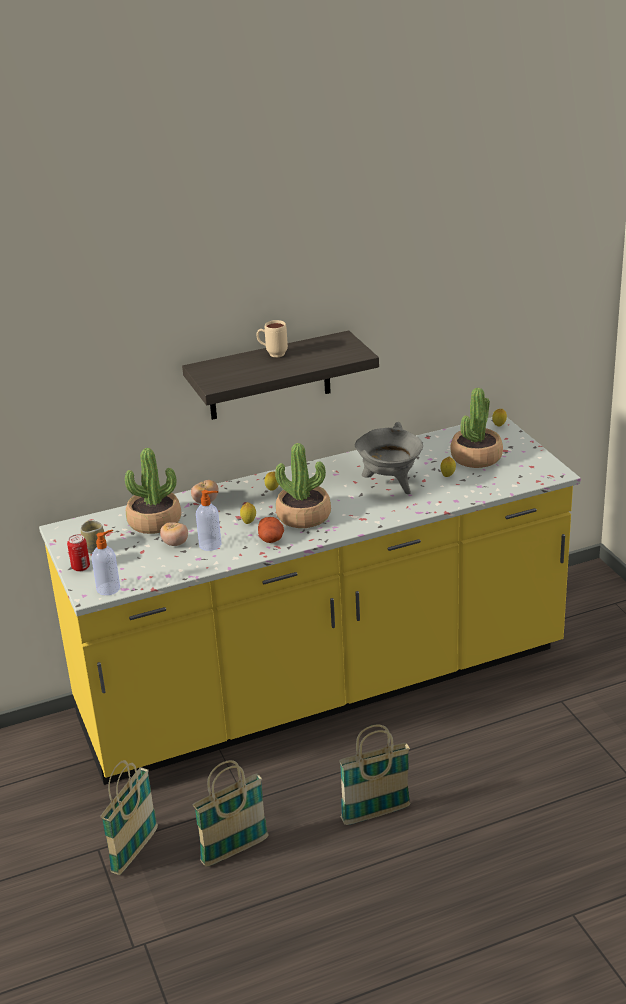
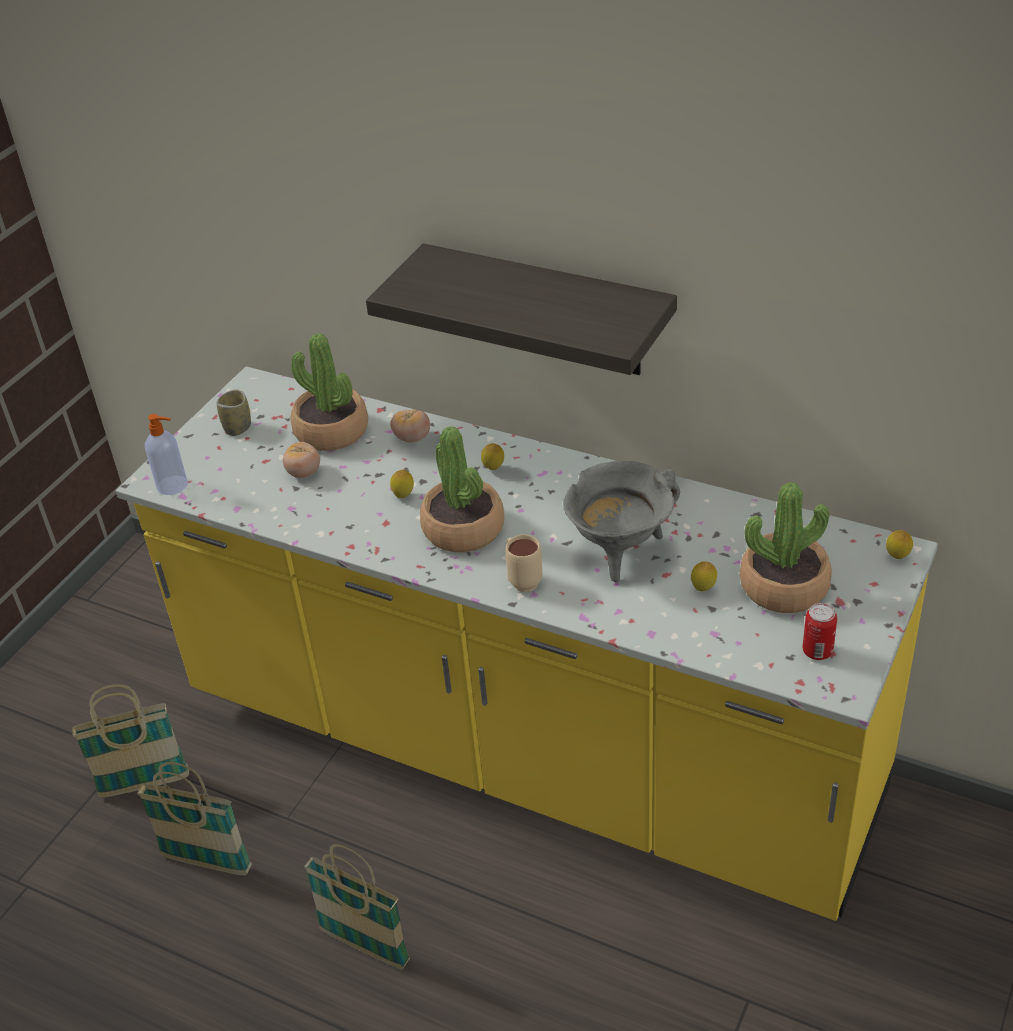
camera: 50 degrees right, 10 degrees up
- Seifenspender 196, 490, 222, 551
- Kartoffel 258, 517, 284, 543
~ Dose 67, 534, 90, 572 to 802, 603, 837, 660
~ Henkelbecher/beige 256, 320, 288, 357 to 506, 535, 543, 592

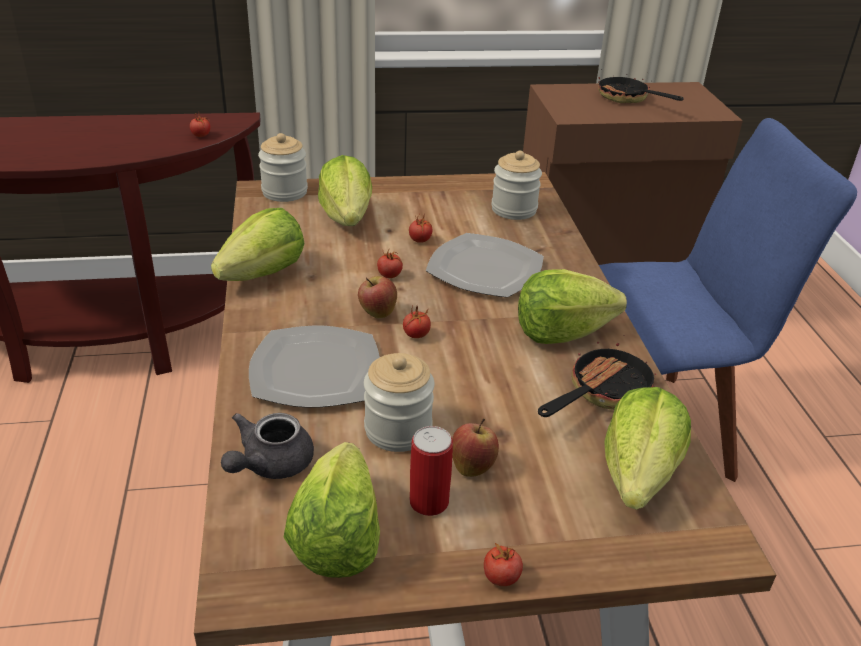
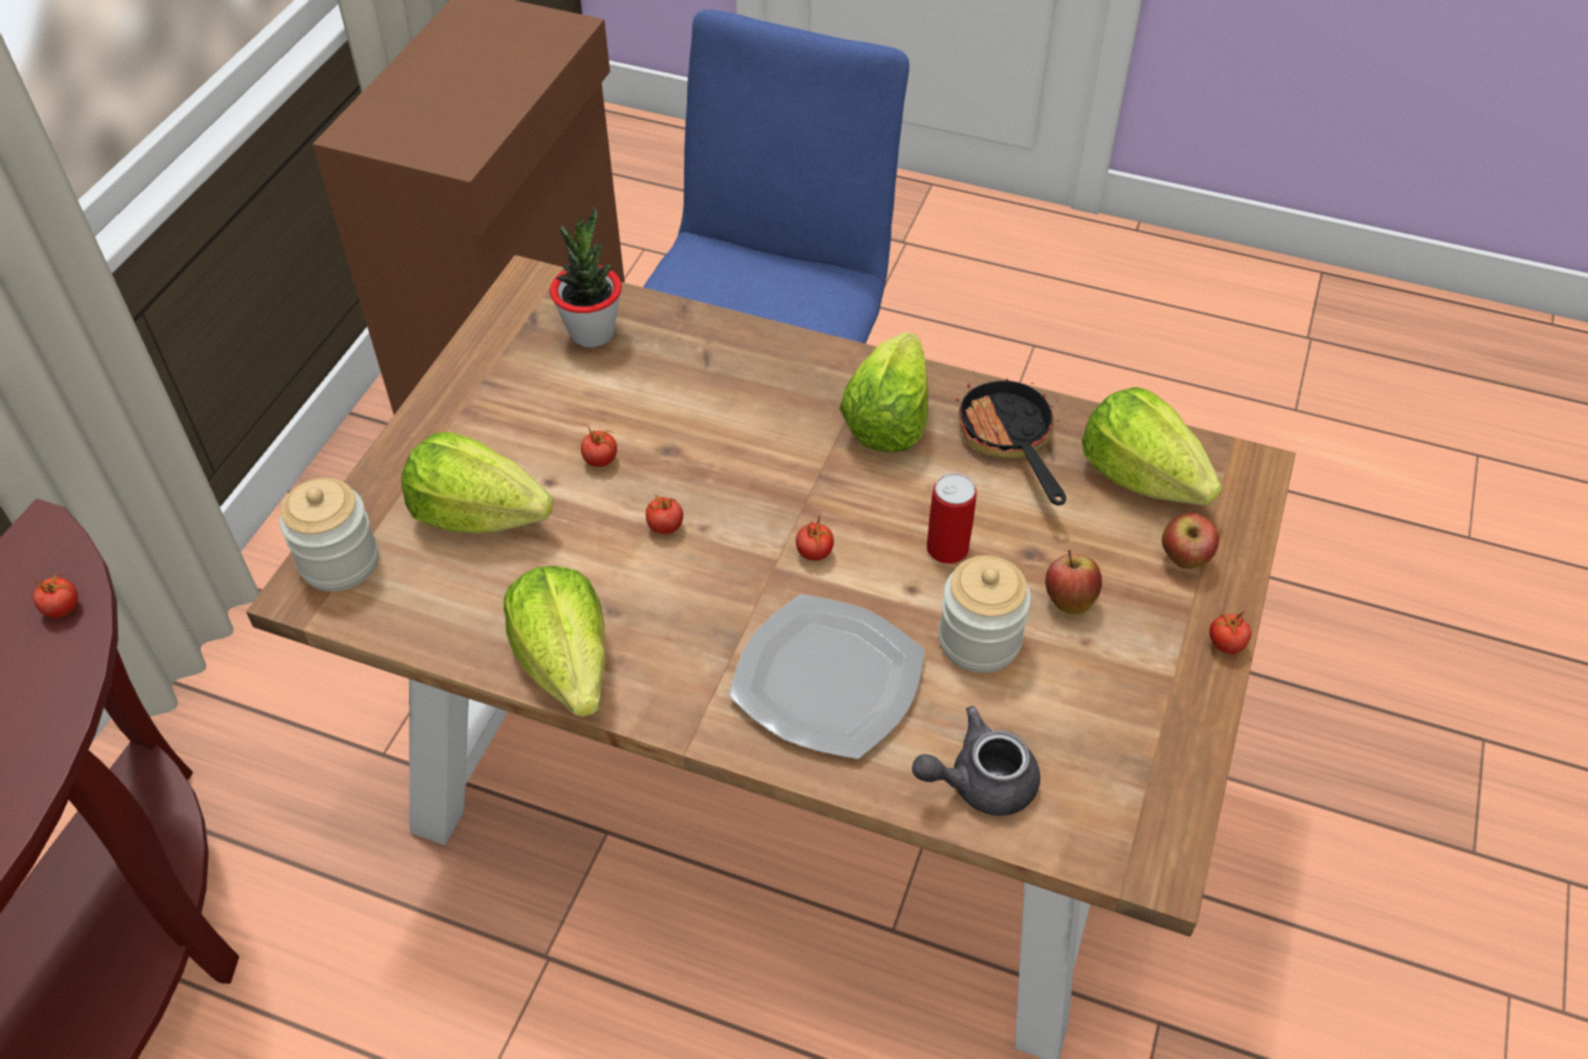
camera: 60 degrees left, 15 degrees up
- Salatkopf 283, 442, 380, 578
- Teller 426, 233, 544, 298
- Pfanne 598, 74, 684, 103
~ Apfel 358, 276, 397, 318 to 1162, 512, 1219, 569
~ Dose 410, 426, 453, 516 to 927, 473, 977, 564
~ Vorratsglas 491, 151, 542, 220 to Topfpflanze 550, 206, 622, 347
~ Teekanne/grau 221, 413, 314, 479 = 912, 706, 1040, 816 105 degrees clockwise

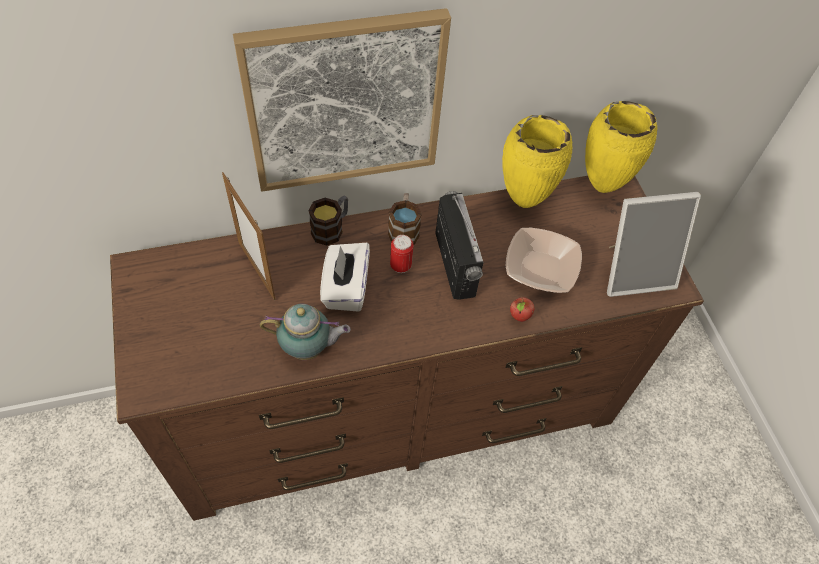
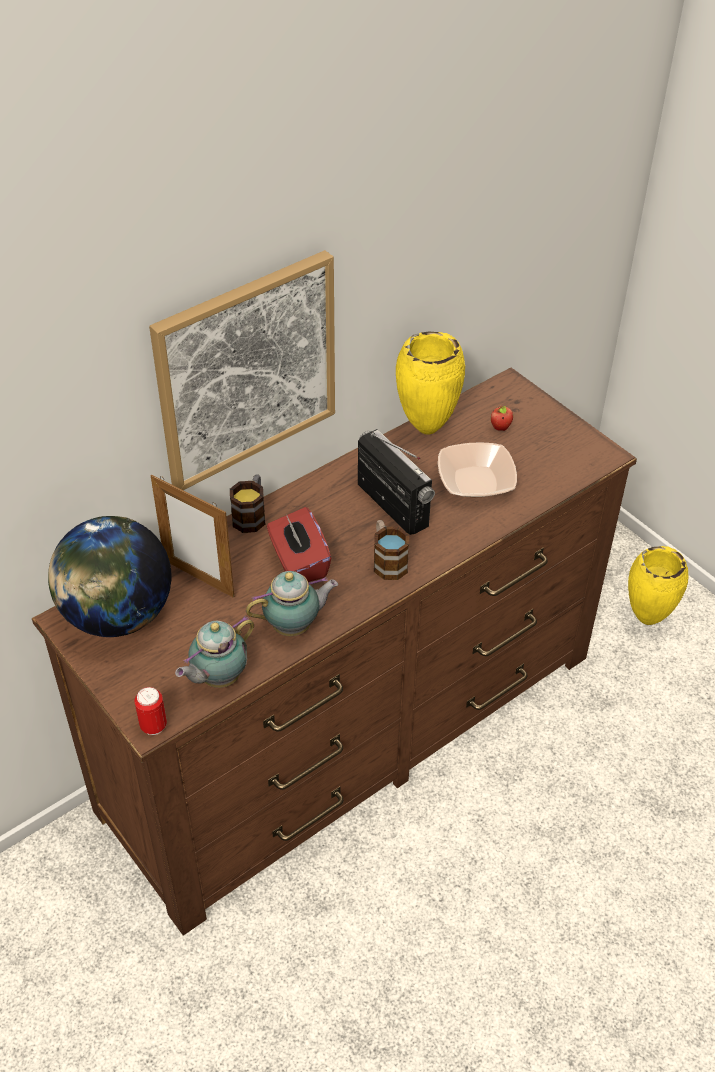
camera: 20 degrees left, 10 degrees down
- Bilderrahmen 607, 192, 701, 297
+ Globus 48, 516, 171, 637
+ Teekanne 175, 616, 254, 688
~ Henkelbecher 388, 193, 422, 245 to 374, 520, 409, 580
~ Dose 390, 235, 414, 273 to 135, 687, 167, 735
~ Apfel 510, 297, 534, 322 to 491, 406, 513, 431
~ Vase/gelb 585, 101, 657, 193 to 628, 546, 689, 625
~ Taschentuchbox/weiß 320, 243, 370, 312 to Taschentuchbox/rot 267, 507, 331, 582

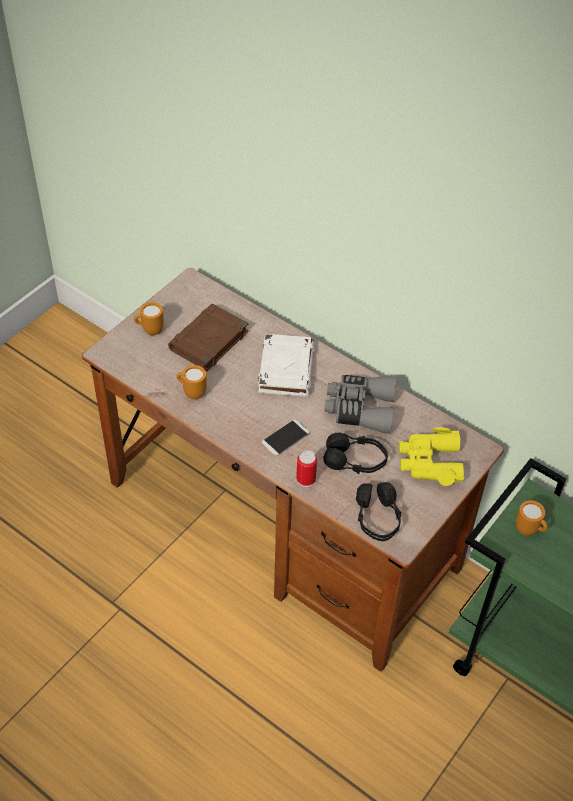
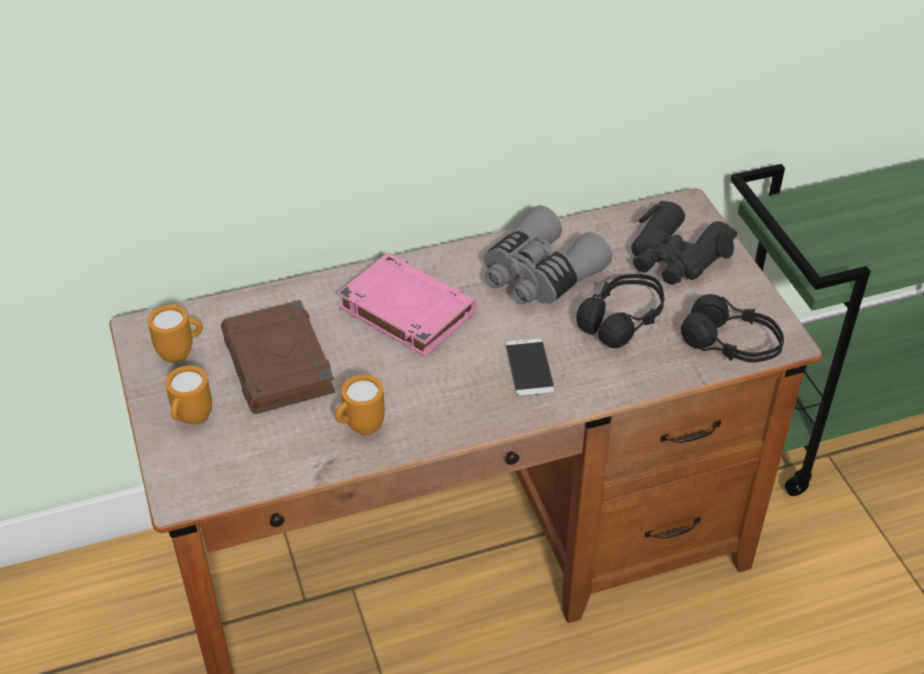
camera: 55 degrees left, 5 degrees down
- Dose 296, 450, 317, 487
~ Henkelbecher/orange 516, 500, 548, 536 to 148, 305, 203, 363
~ Buch/weiß 258, 334, 314, 397 to Buch/rosa 337, 253, 477, 357
~ Fernglas/gelb 399, 427, 464, 486 to Fernglas/schwarz 631, 201, 737, 285

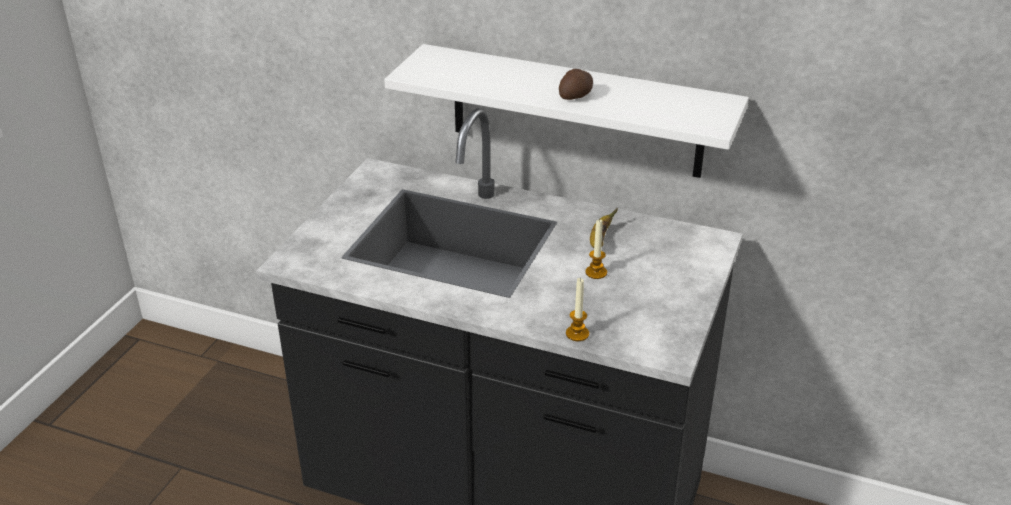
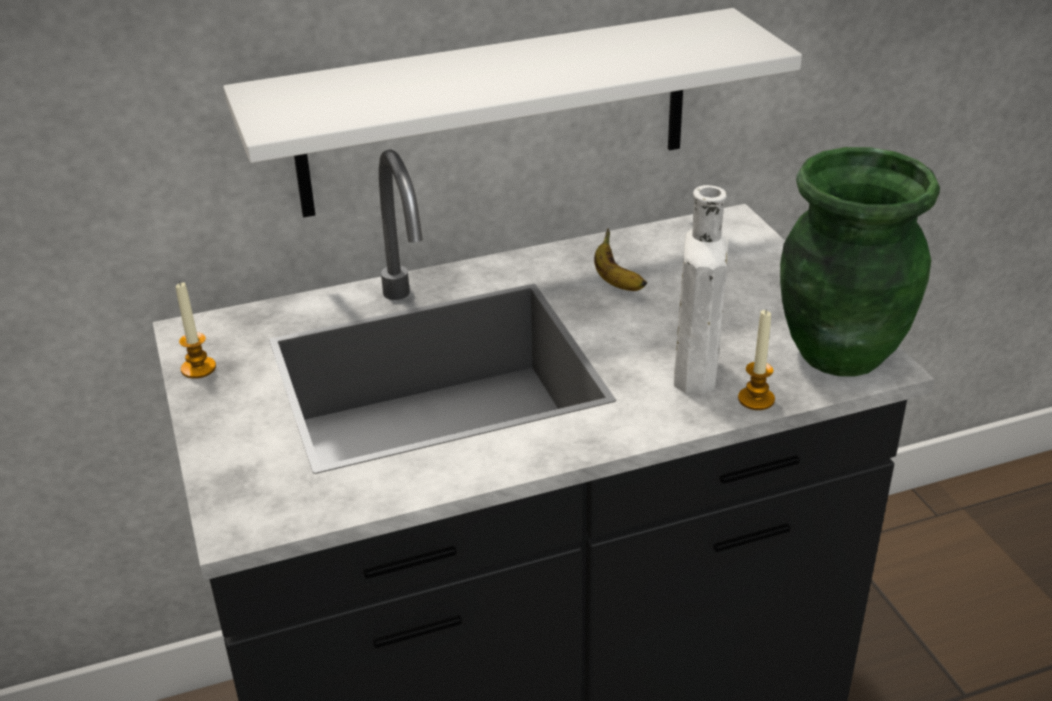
camera: 40 degrees left, 0 degrees up
- Kartoffel 559, 69, 593, 100
+ Flasche/weiß 674, 185, 727, 395
+ Vase/grün 780, 147, 940, 377
~ Kerze 585, 219, 607, 279 to 176, 282, 216, 379

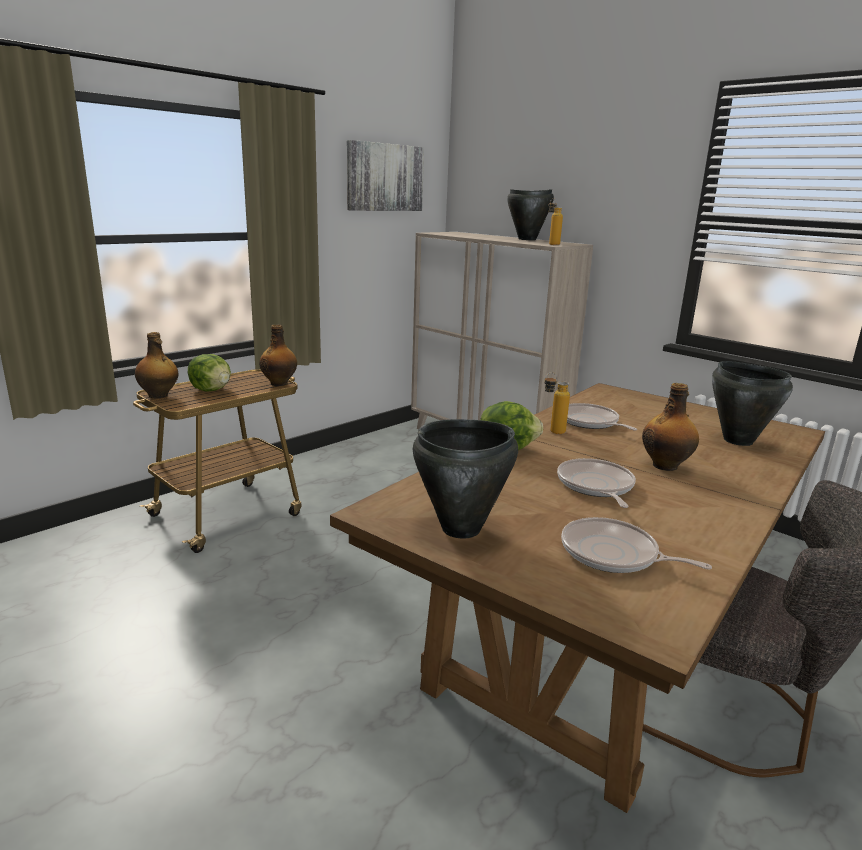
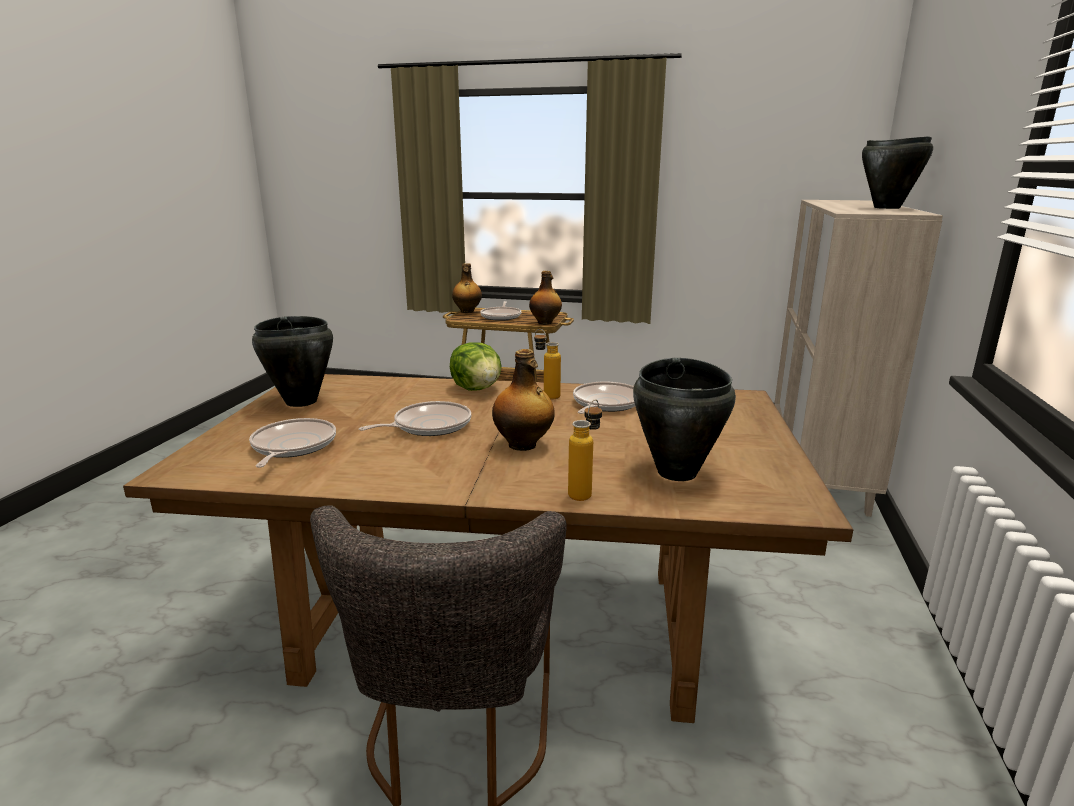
camera: 60 degrees right, 0 degrees up
- Bild 347, 140, 424, 211
~ Flasche 549, 198, 563, 245 to 568, 399, 602, 501
~ Salatkopf 188, 354, 231, 392 to Pfanne 480, 301, 521, 321

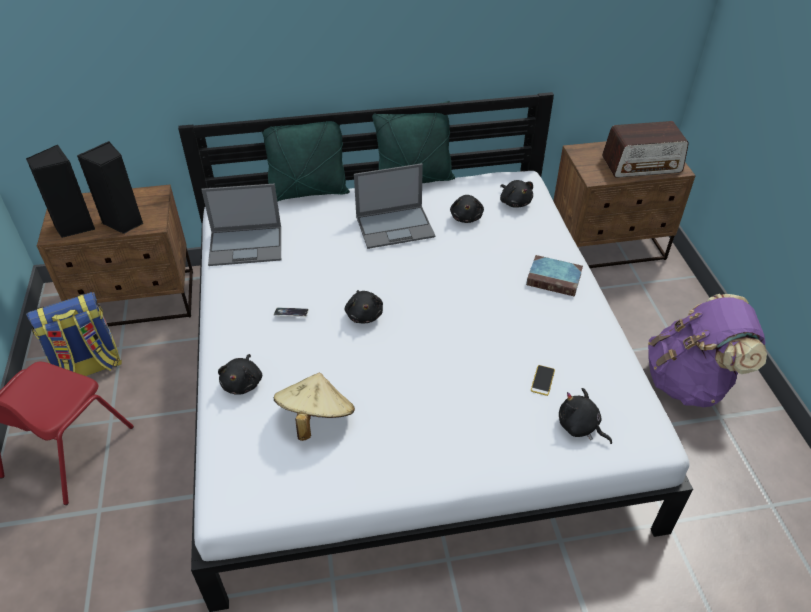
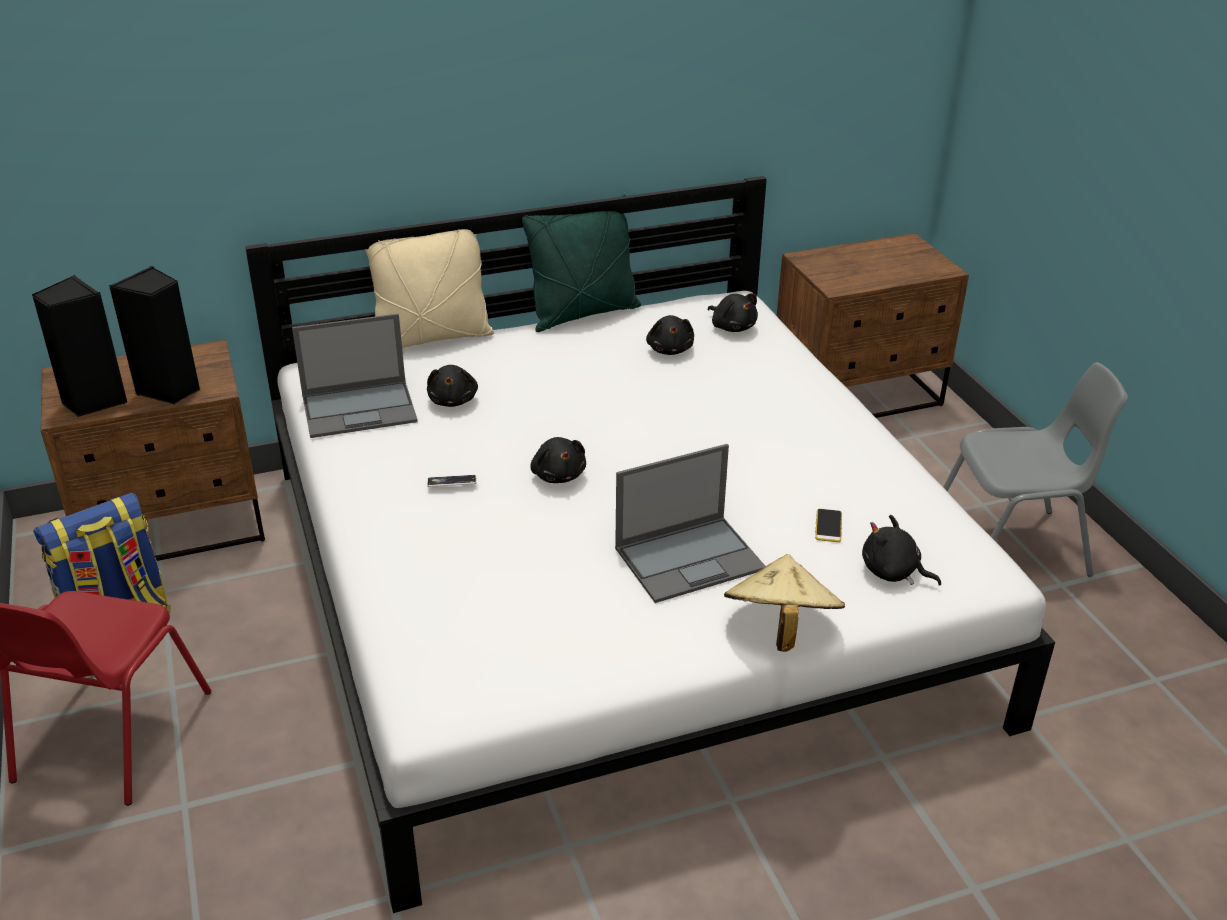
camera: 10 degrees left, 10 degrees down
- Buch 526, 255, 583, 297
- Radio 602, 121, 689, 178
~ Plüschtier/schwarz 218, 354, 262, 394 to 427, 365, 478, 407
~ Hut/beige 274, 373, 355, 441 to 724, 554, 845, 652
~ Laptop 354, 163, 435, 249 to 615, 444, 766, 603
~ Rucksack/lila 648, 294, 767, 407 to Stuhl/grau 943, 362, 1128, 577
~ Kissen/grün 258, 119, 350, 202 to Kissen/beige 365, 229, 494, 348

